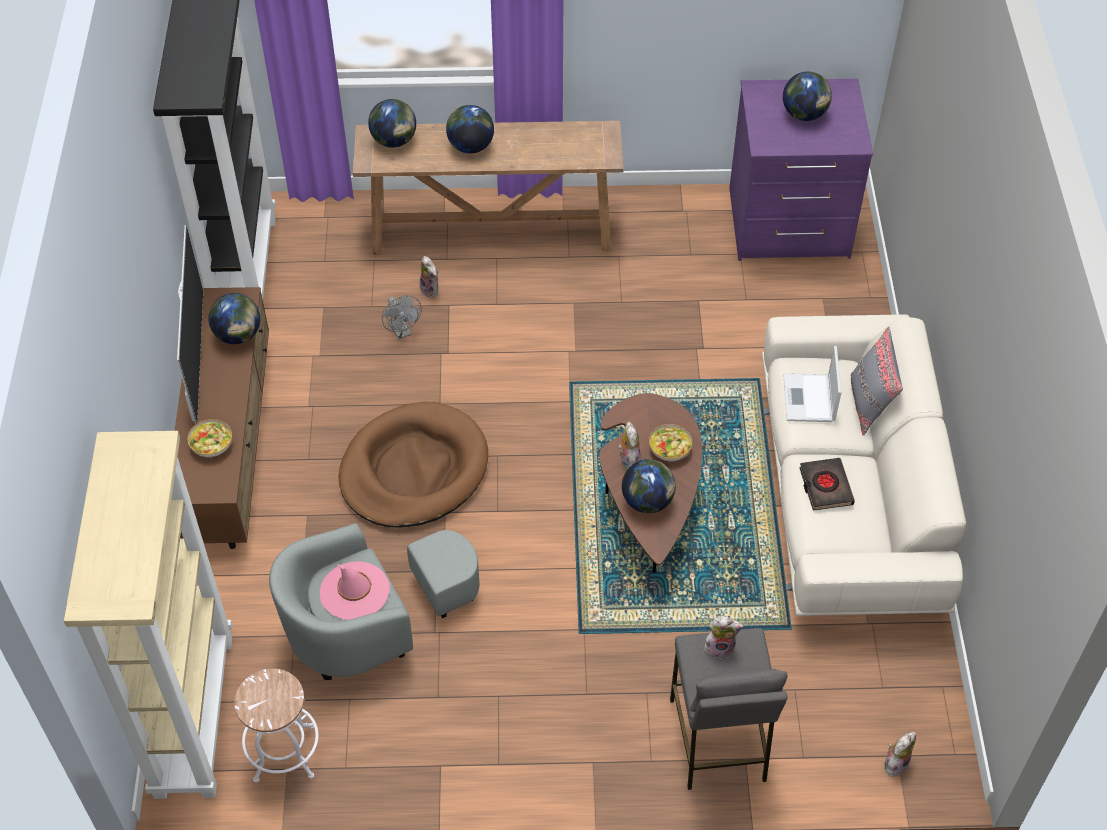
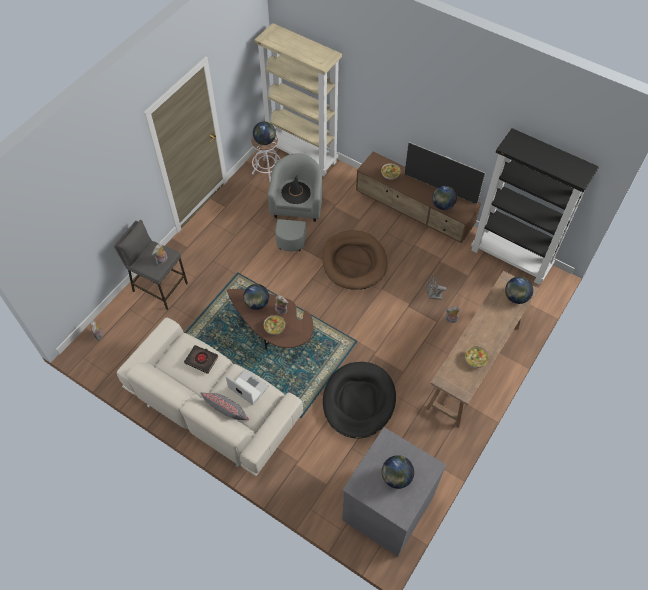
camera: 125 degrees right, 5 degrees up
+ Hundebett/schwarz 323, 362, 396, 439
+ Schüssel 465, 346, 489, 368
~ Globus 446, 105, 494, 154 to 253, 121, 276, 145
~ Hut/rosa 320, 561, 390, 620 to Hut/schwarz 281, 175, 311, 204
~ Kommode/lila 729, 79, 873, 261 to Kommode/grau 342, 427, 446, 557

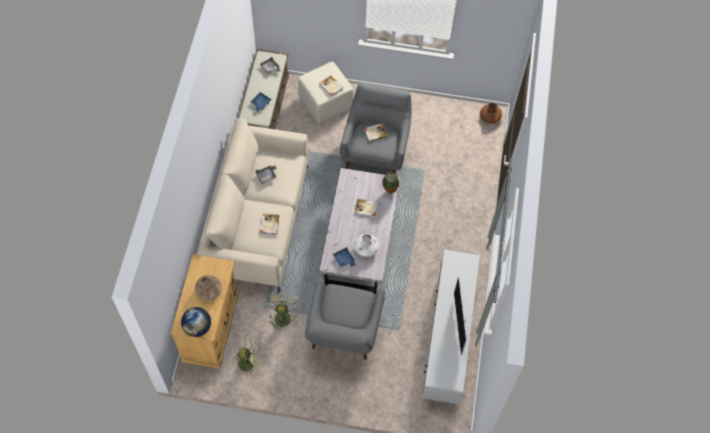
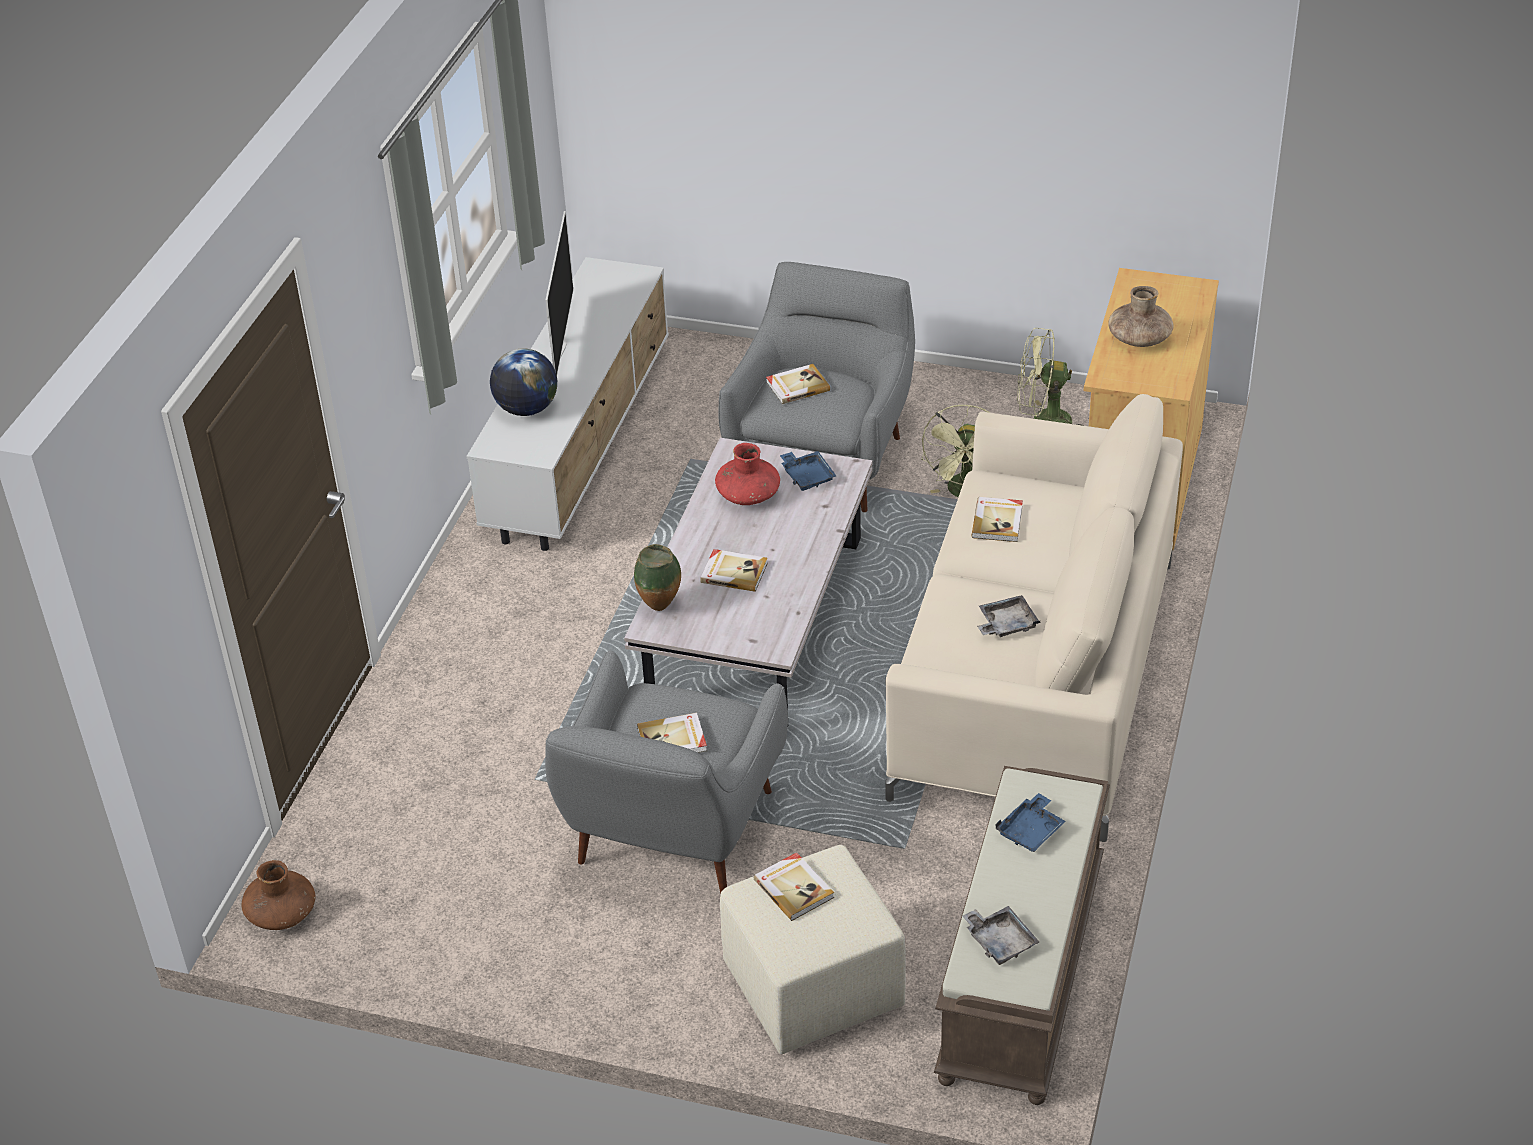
camera: 170 degrees left, 20 degrees down
+ Buch 766, 364, 830, 404
~ Globus 181, 307, 211, 337 to 490, 348, 557, 416
~ Vase/weiß 354, 233, 379, 257 to Vase/rot 715, 443, 780, 505

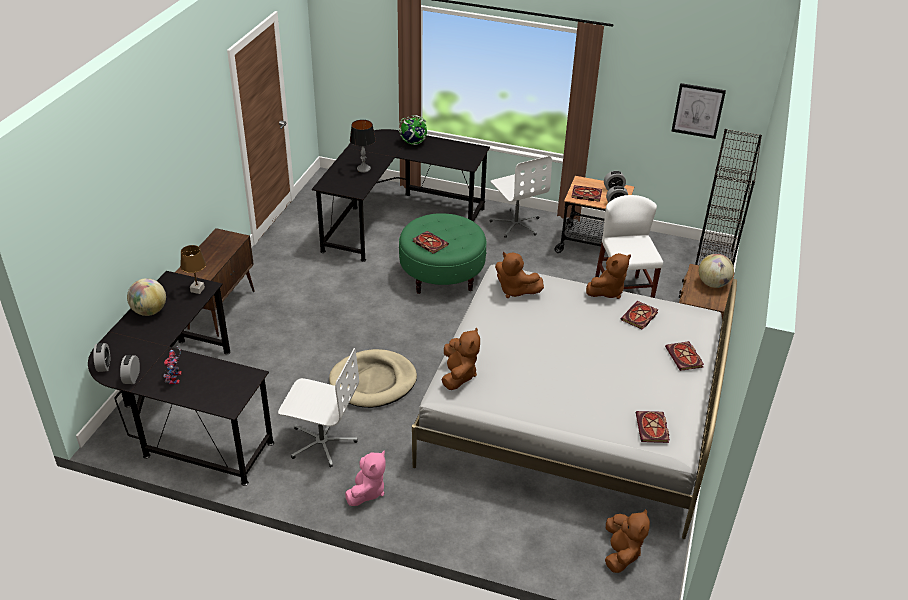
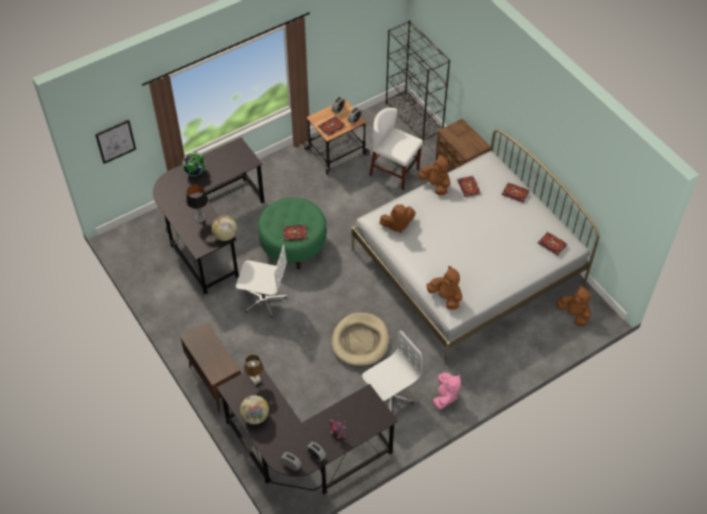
camera: 50 degrees left, 15 degrees up
~ Bürostuhl/weiß 490, 156, 552, 238 to 236, 245, 287, 317
~ Bild 671, 83, 726, 139 to 95, 119, 136, 164
~ Globus 699, 254, 734, 288 to 211, 215, 237, 241
~ Plüschtier/rosa 345, 450, 386, 506 = 433, 373, 461, 410 45 degrees clockwise
~ Plüschtier/braun 586, 253, 631, 299 = 418, 154, 450, 195 45 degrees counterclockwise

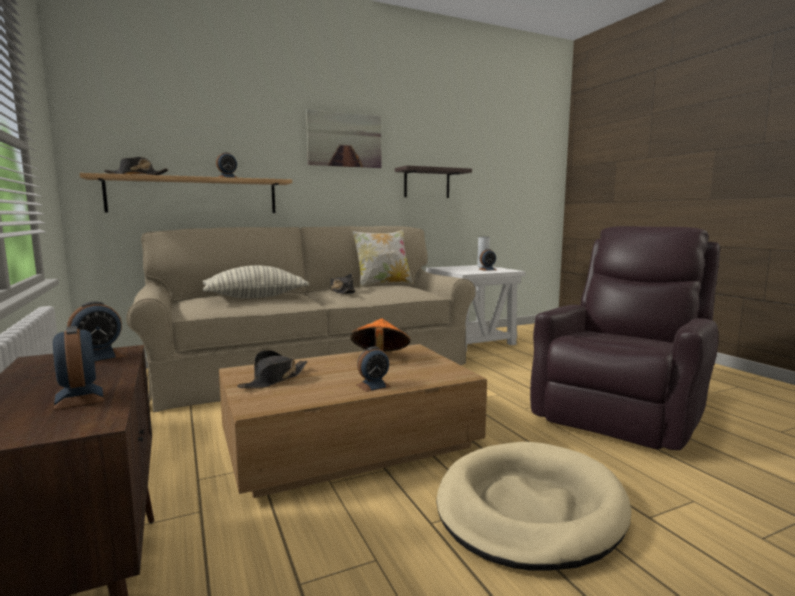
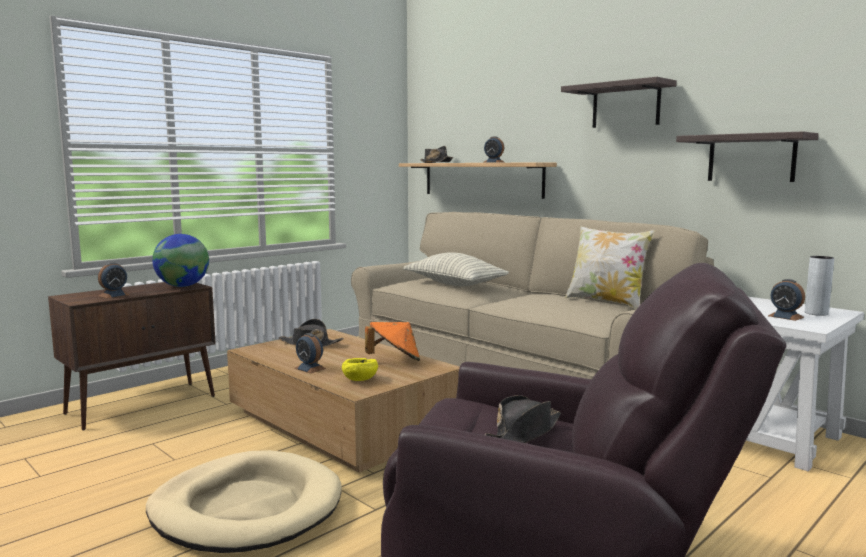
camera: 70 degrees right, 0 degrees up
+ Schüssel/gelb 342, 358, 378, 381
~ Hut/schwarz 331, 274, 355, 294 to 485, 395, 561, 443
~ Wecker 67, 301, 125, 362 to Globus 152, 234, 209, 287
~ Bild 306, 109, 381, 168 to Wandregal 561, 77, 677, 128

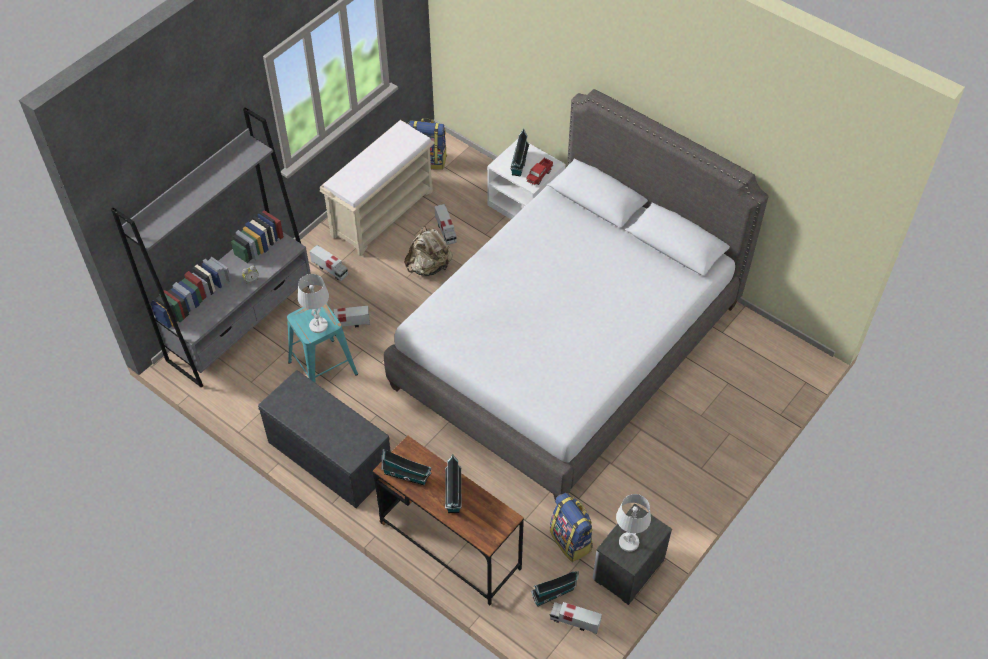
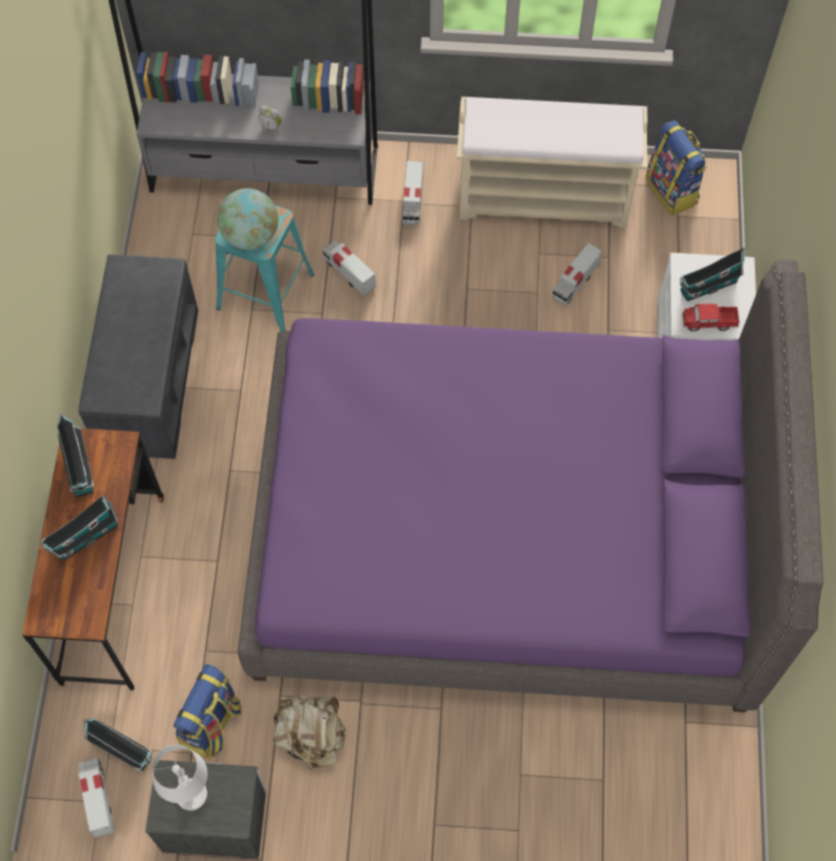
camera: 55 degrees right, 10 degrees up
~ Rucksack/beige 404, 225, 452, 276 to 273, 695, 346, 771
~ Tischlampe/weiß 298, 274, 329, 333 to Globus 217, 188, 278, 250
~ Bett/grau 384, 89, 769, 499 to Bett/lila 238, 259, 824, 712

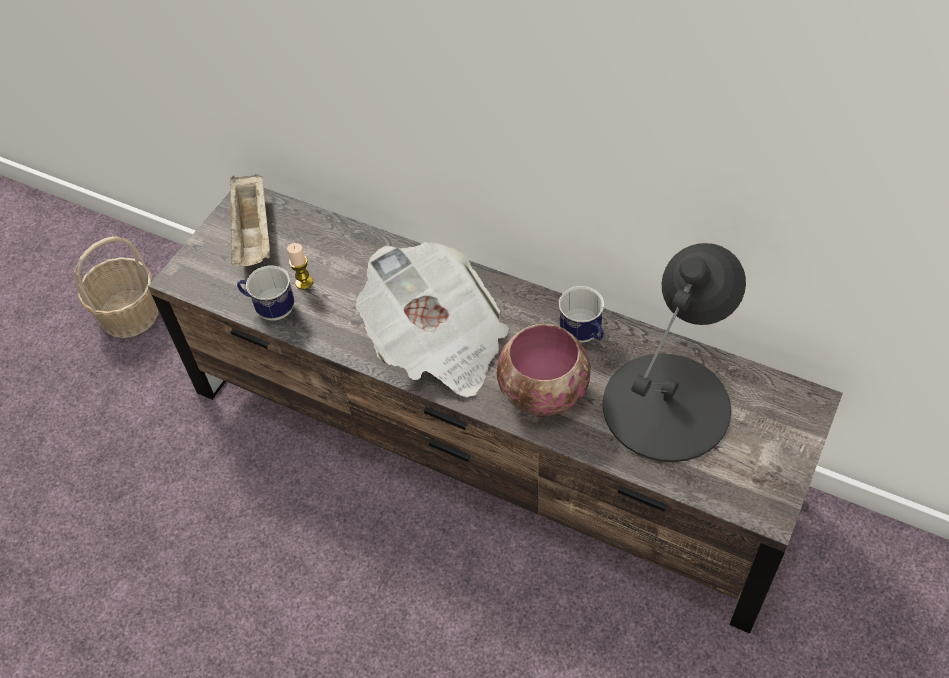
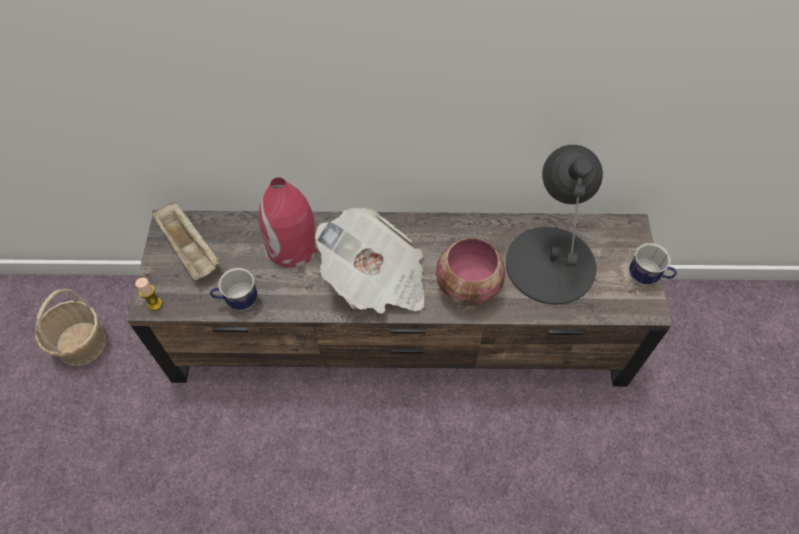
camera: 30 degrees left, 5 degrees up
+ Vase/rot 259, 177, 318, 268
~ Kerze 287, 243, 313, 290 to 135, 278, 162, 310
~ Henkelbecher 559, 286, 604, 343 to 629, 243, 677, 285

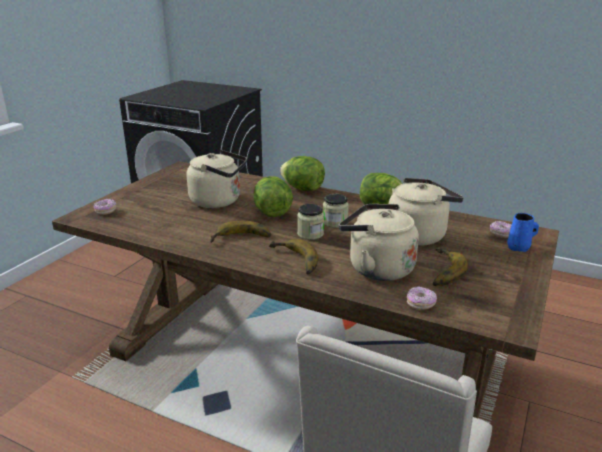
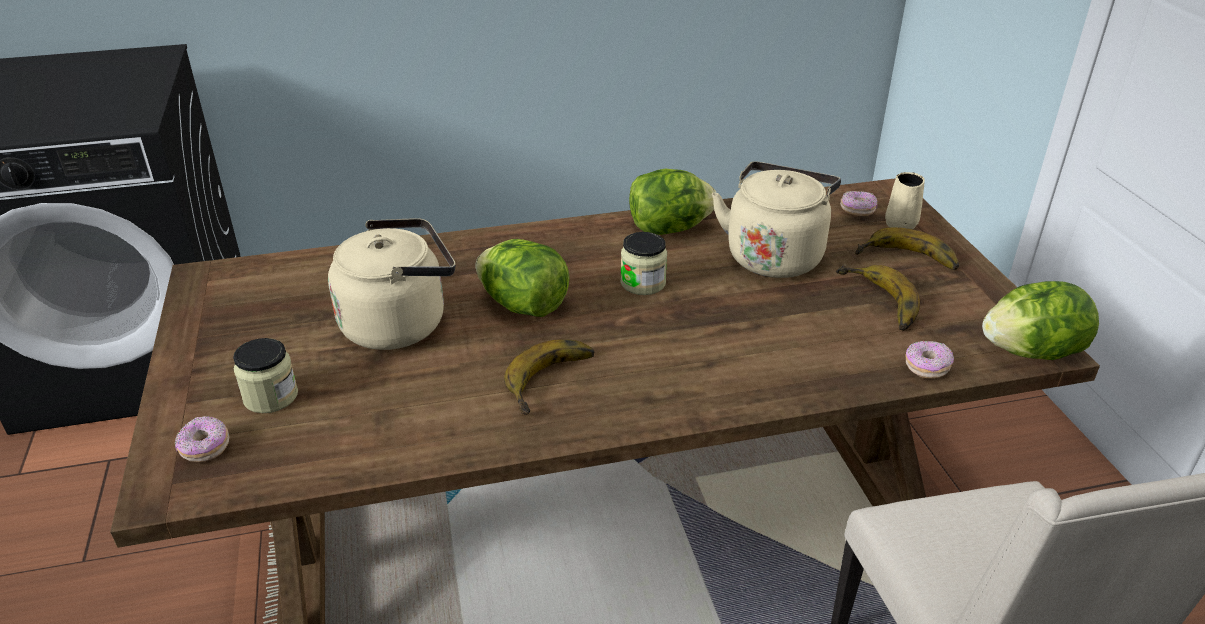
camera: 40 degrees left, 10 degrees up
- Wasserkessel/beige 339, 204, 419, 281
~ Banane 269, 239, 318, 275 to 855, 227, 959, 270
~ Salatkopf 280, 156, 325, 191 to 982, 281, 1099, 360
~ Vorratsglas 297, 204, 324, 240 to 233, 338, 298, 413
~ Henkelbecher/blau 507, 213, 539, 252 to Henkelbecher/beige 885, 172, 925, 229

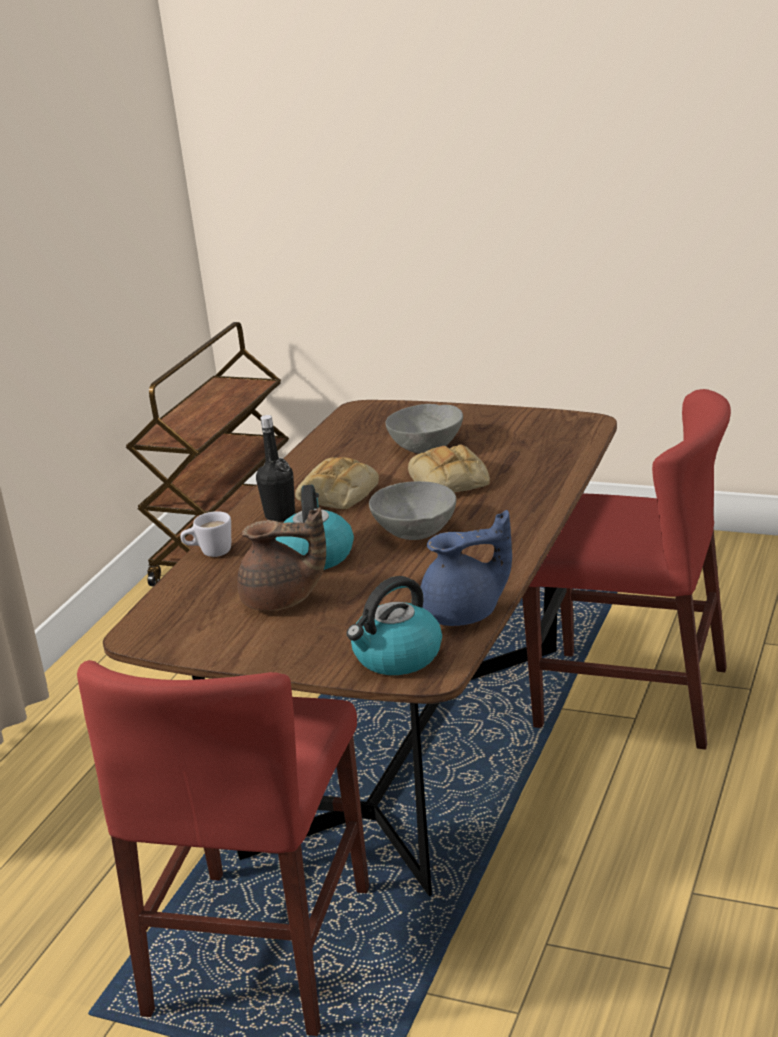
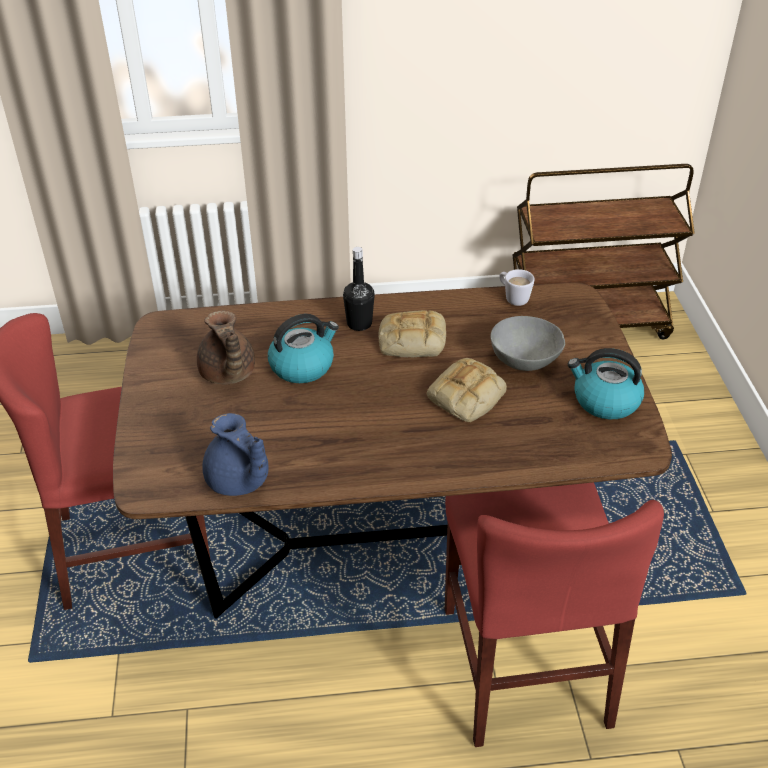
camera: 60 degrees right, 15 degrees up
- Schüssel/grau 369, 481, 456, 540
~ Henkelbecher/weiß 180, 511, 231, 557 to 499, 269, 535, 306
~ Wasserkessel 347, 576, 442, 675 to 568, 348, 644, 419

